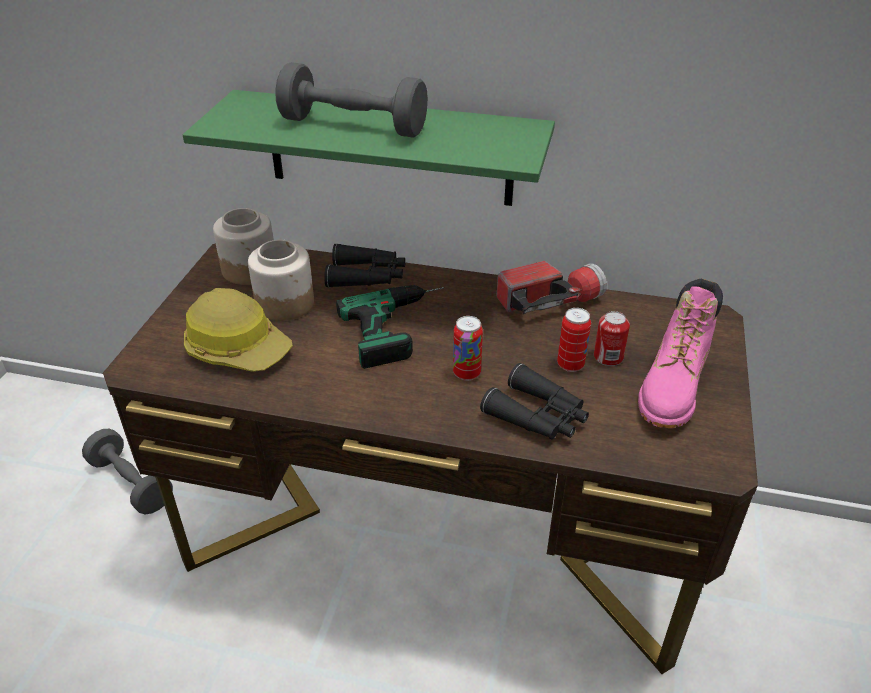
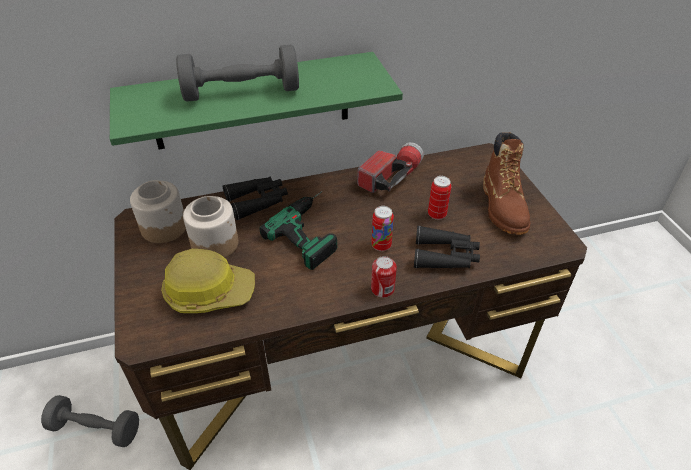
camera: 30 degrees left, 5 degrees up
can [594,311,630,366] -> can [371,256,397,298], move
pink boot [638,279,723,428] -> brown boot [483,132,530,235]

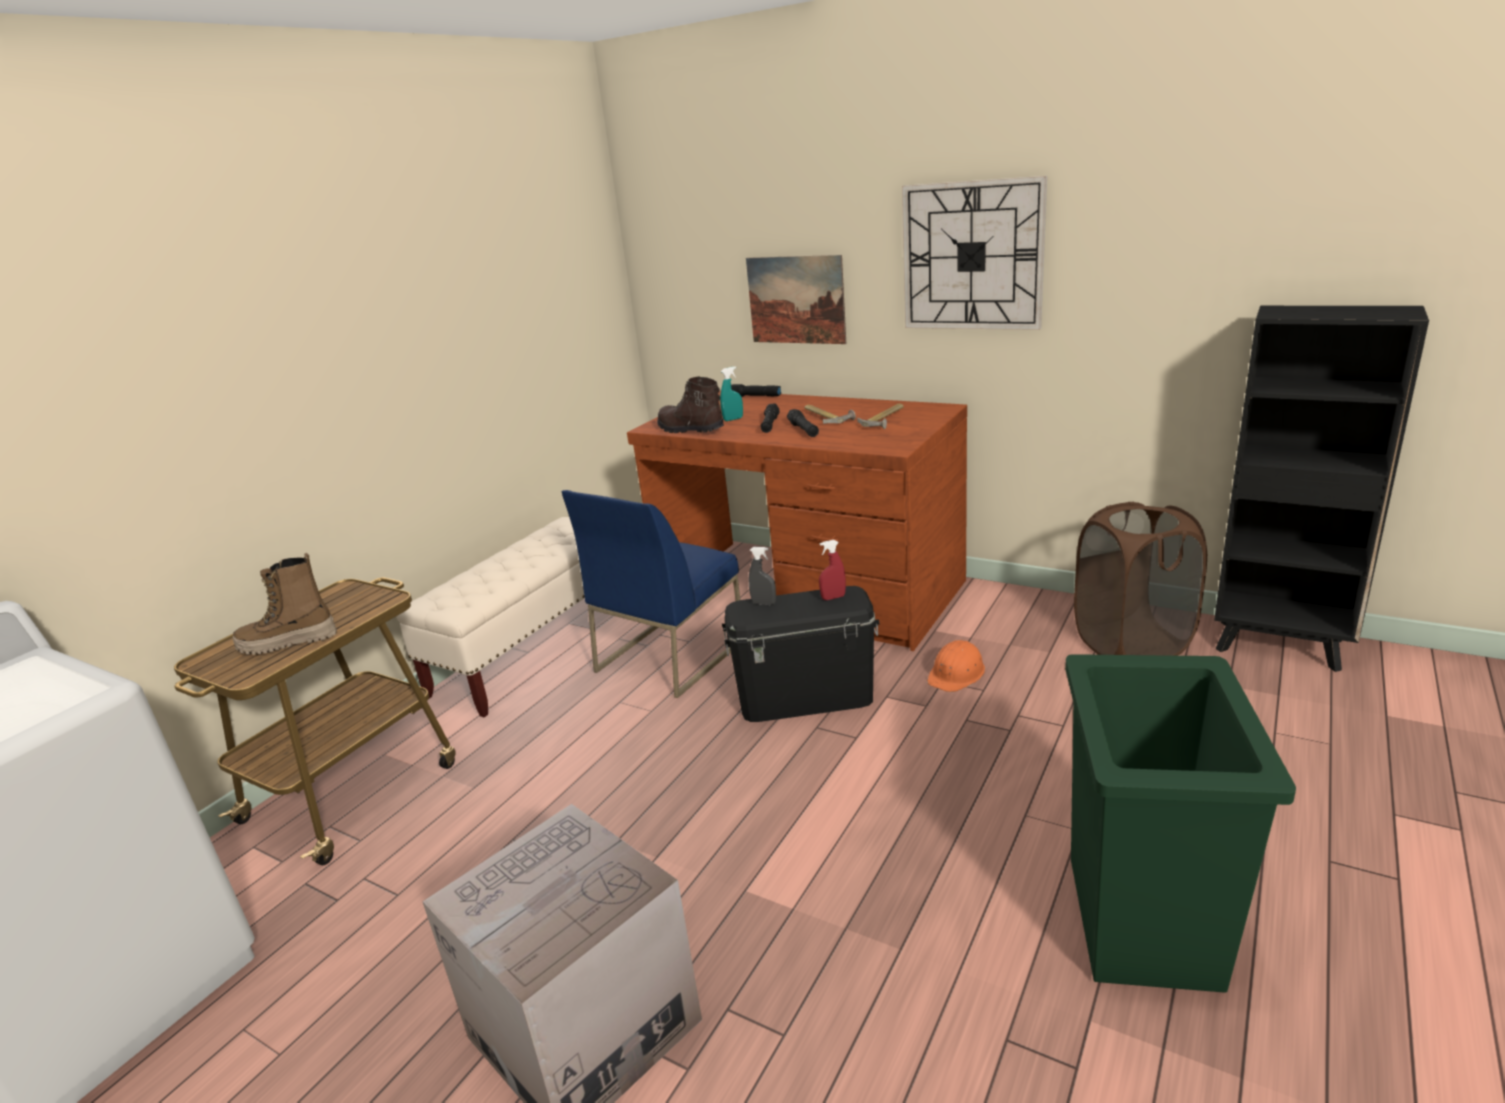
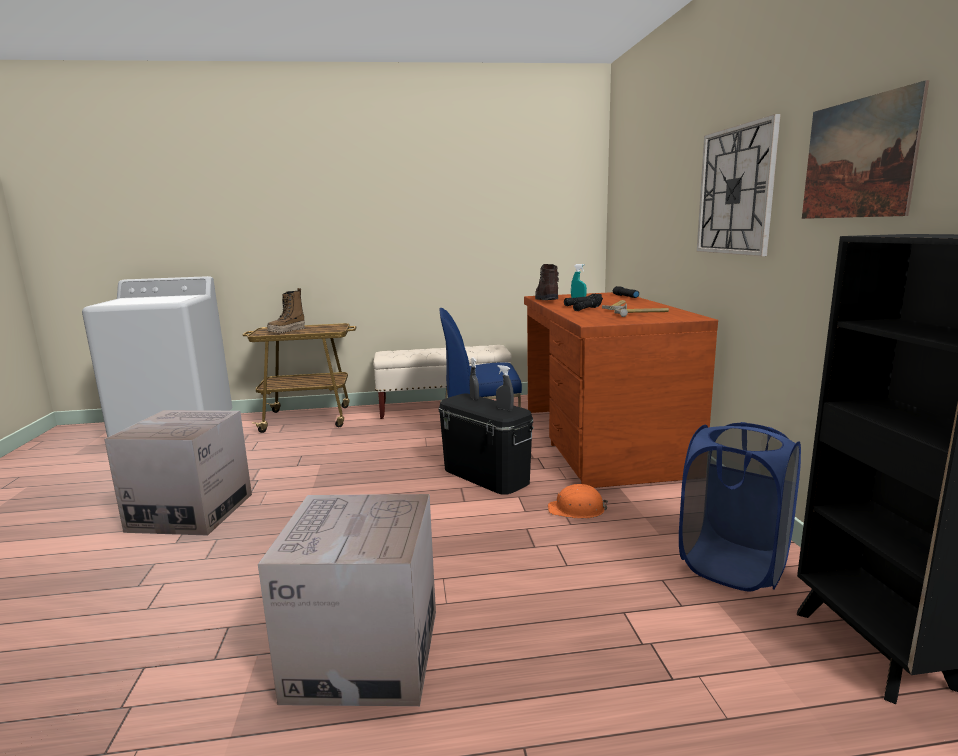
camera: 50 degrees right, 10 degrees down
picture [746,255,846,344] -> picture [802,80,929,219], move
green trash can [1065,654,1296,993] -> cardboard box [258,494,436,706]
red spray bottle [819,540,846,600] -> grey spray bottle [496,365,514,411]
brown laundry basket [1074,502,1207,656] -> blue laundry basket [679,422,801,592]
boot [233,553,337,655] -> boot [267,288,305,333], 90 degrees counterclockwise

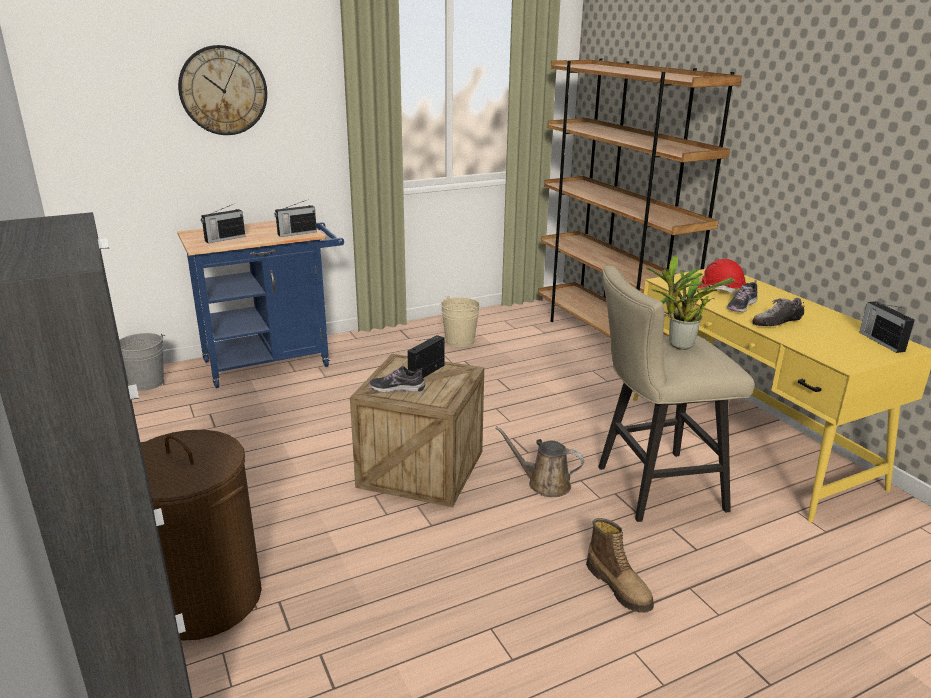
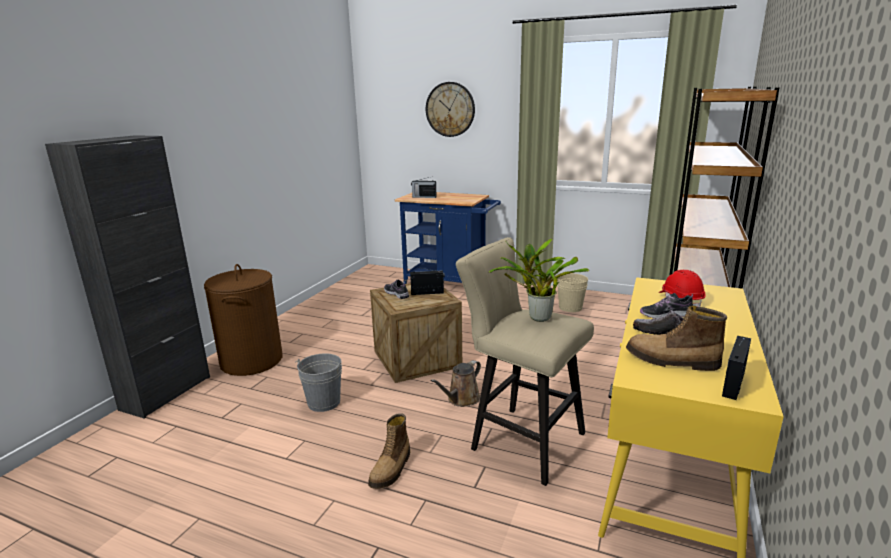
camera: 50 degrees right, 5 degrees down
radio [274,200,317,237] -> none
none -> boot [626,306,727,371]
grey bucket [119,333,165,391] -> grey bucket [296,353,342,412], move
brown watering can [495,426,584,497] -> brown watering can [430,360,481,407], 120 degrees counterclockwise

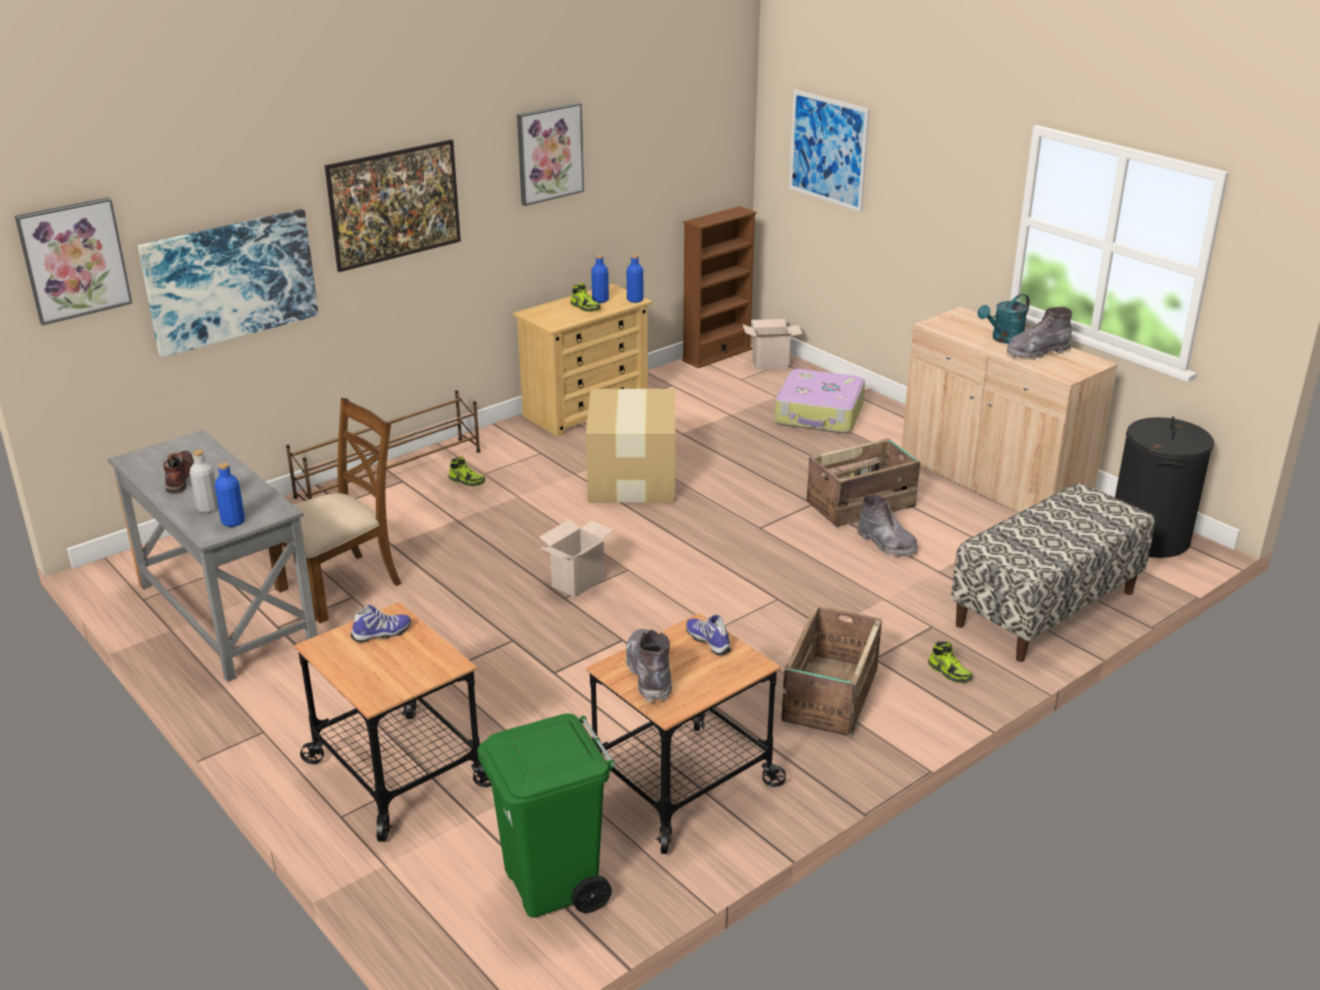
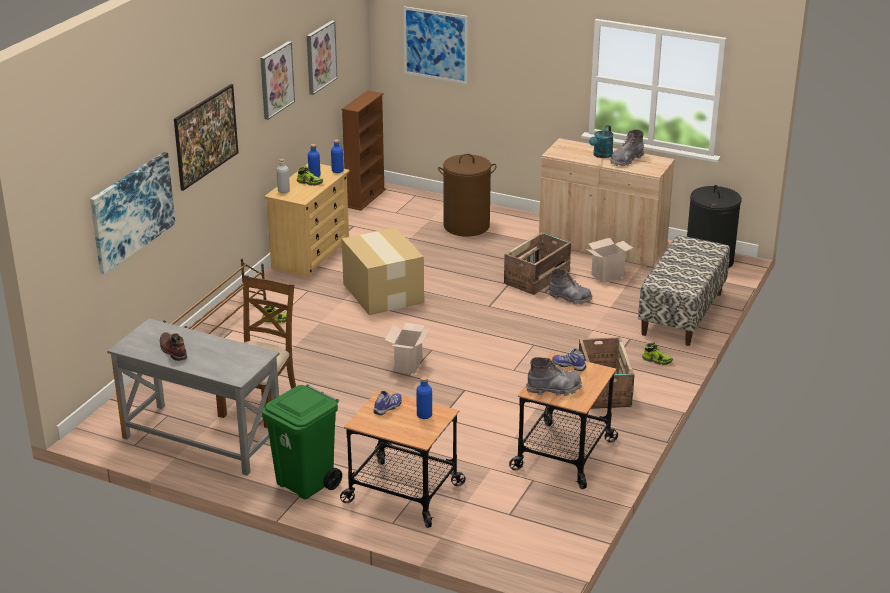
camera: 25 degrees left, 0 degrees up
picture [15,197,133,325] -> picture [307,21,337,95], move
grey bottle [190,450,218,513] -> grey bottle [277,159,290,193], move
blue bottle [215,463,245,527] -> blue bottle [416,376,432,419], move
green trash can [477,713,615,918] -> green trash can [262,384,342,499], move
cardboard box [742,319,802,370] -> cardboard box [586,238,633,283], move
suitcase [774,369,865,433] -> brown laundry basket [438,154,497,236]
grey boot [626,629,672,702] -> grey boot [526,357,582,396], 120 degrees clockwise

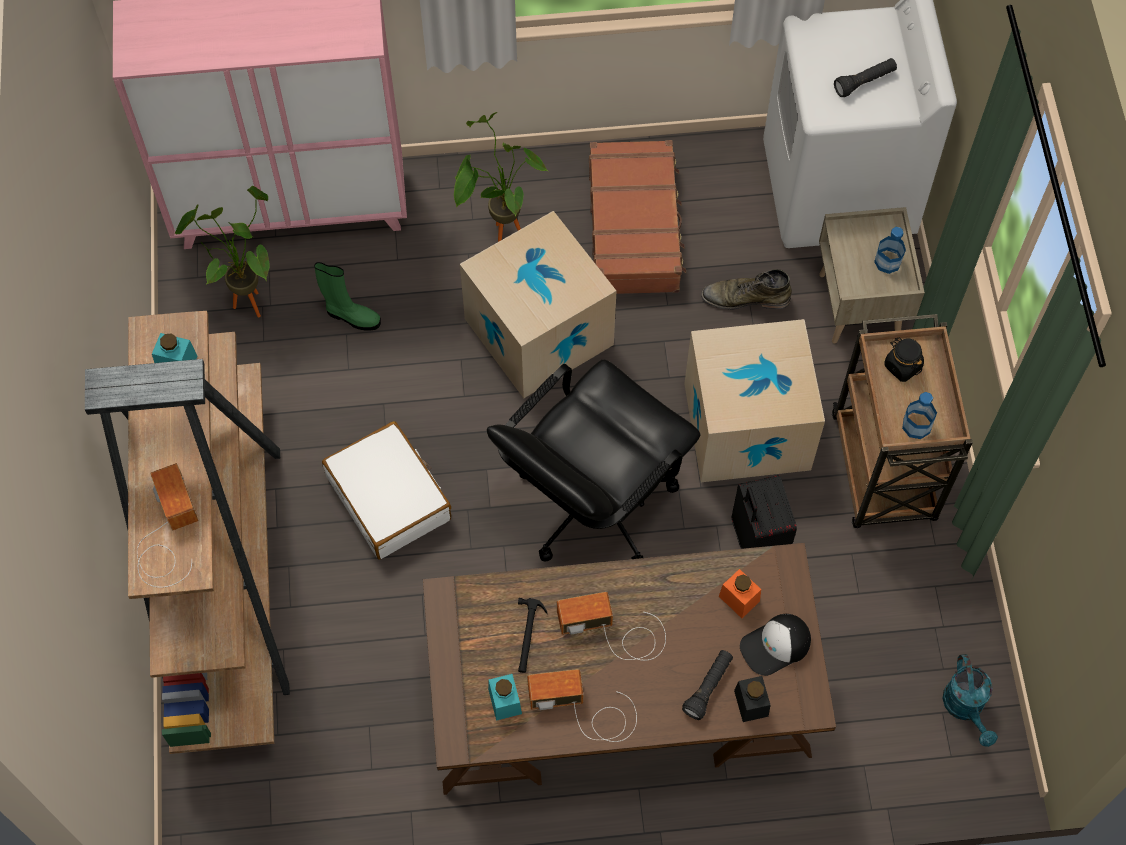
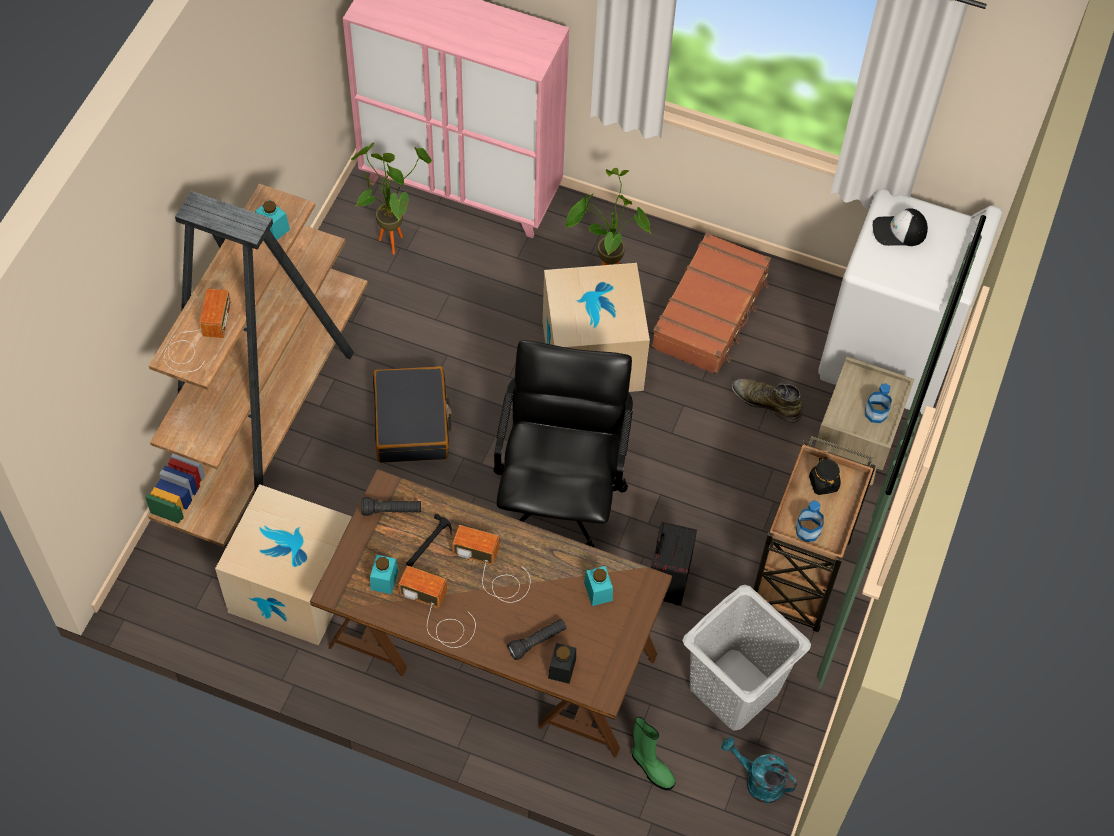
camera: 25 degrees right, 5 degrees down
none -> grey laundry basket [682,585,811,731]
green boot [314,262,381,330] -> green boot [632,717,676,791], move
cardboard box [684,319,825,482] -> cardboard box [215,484,352,645], move
cap [740,614,811,676] -> cap [873,208,928,246], move
black flashlight [834,58,897,97] -> black flashlight [361,497,421,516], move
white suitcase [322,421,451,559] -> black suitcase [373,366,452,463]
orange jar [719,569,761,618] -> turquoise jar [584,566,613,606]
black office chair [487,360,700,562] -> black office chair [493,340,633,548], 120 degrees clockwise
turquoise watering can [943,654,998,747] -> turquoise watering can [721,737,797,803], 105 degrees clockwise

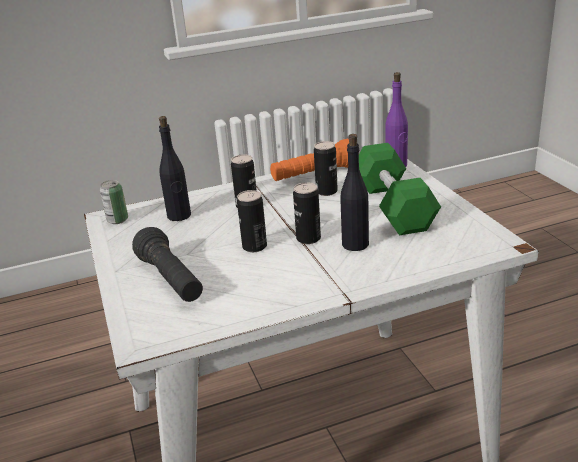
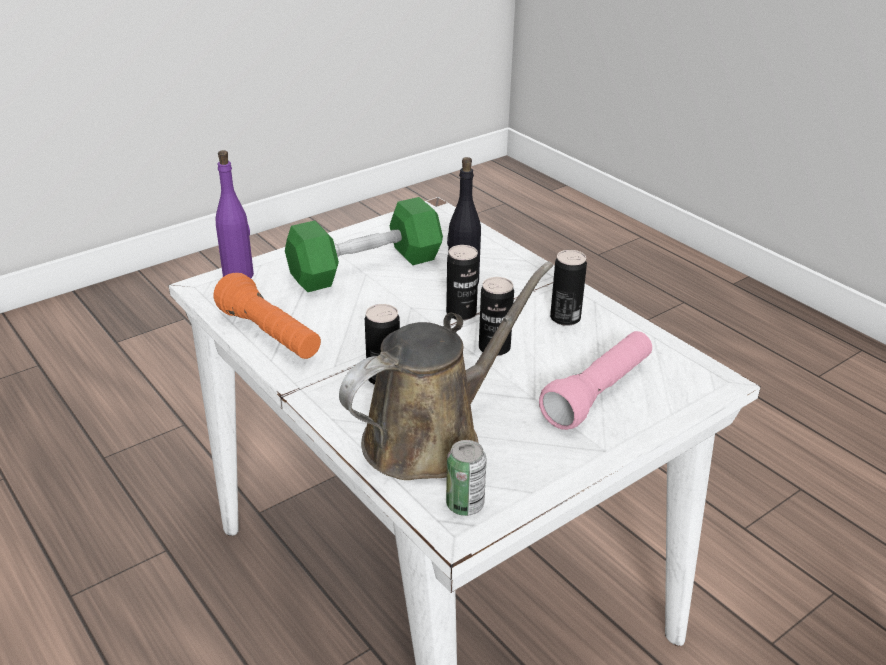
camera: 110 degrees left, 5 degrees up
can [314,141,338,196] -> can [550,250,587,326], move
black bottle [159,116,191,221] -> brown watering can [339,261,553,480]
black flashlight [132,227,203,302] -> pink flashlight [539,331,652,430]

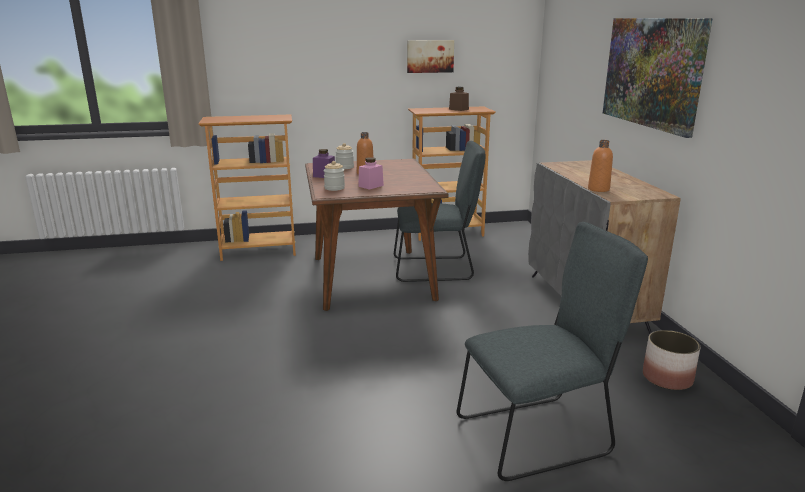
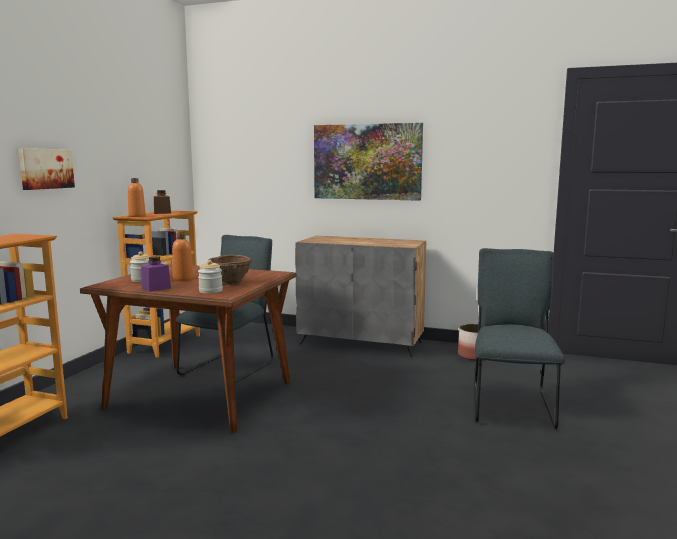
camera: 60 degrees left, 10 degrees down
picture [407,40,454,73] -> picture [19,148,75,190], move
orange bottle [588,140,613,192] -> orange bottle [128,178,146,217], move
pink jar [358,157,384,190] -> brown bowl [209,255,252,285]

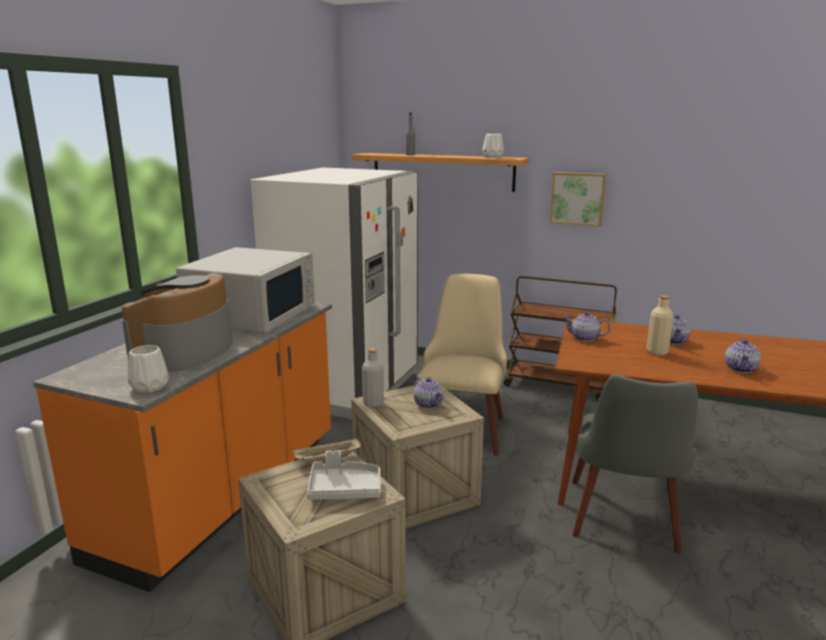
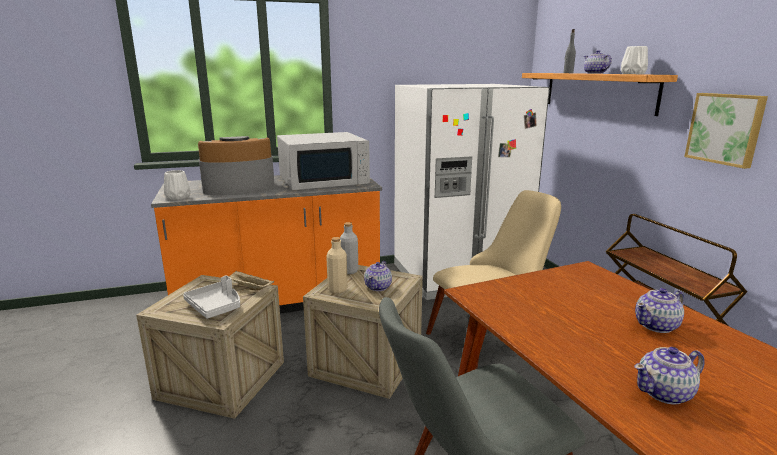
camera: 50 degrees right, 0 degrees up
teapot [563,312,610,342] -> teapot [584,50,612,74], move
beige bottle [647,295,674,356] -> beige bottle [326,237,348,294], move

